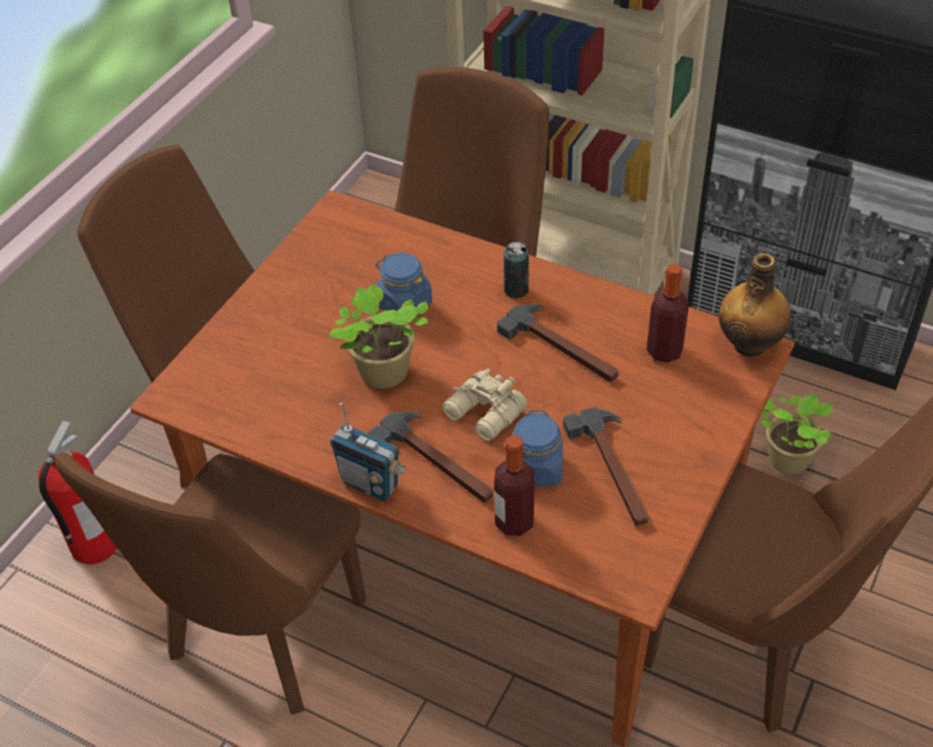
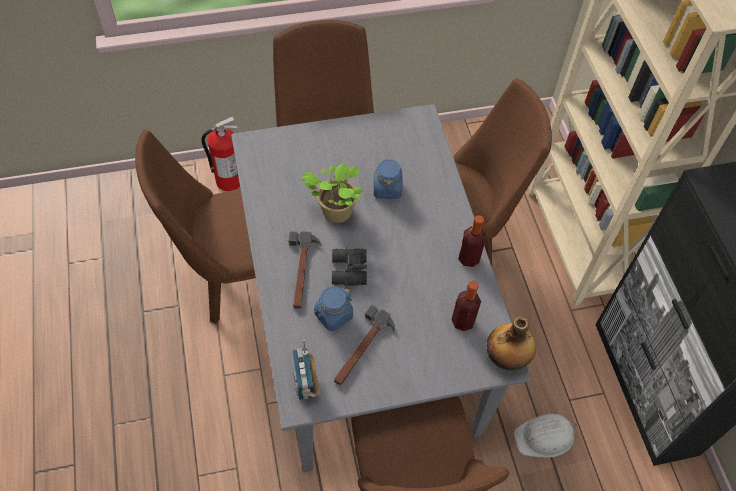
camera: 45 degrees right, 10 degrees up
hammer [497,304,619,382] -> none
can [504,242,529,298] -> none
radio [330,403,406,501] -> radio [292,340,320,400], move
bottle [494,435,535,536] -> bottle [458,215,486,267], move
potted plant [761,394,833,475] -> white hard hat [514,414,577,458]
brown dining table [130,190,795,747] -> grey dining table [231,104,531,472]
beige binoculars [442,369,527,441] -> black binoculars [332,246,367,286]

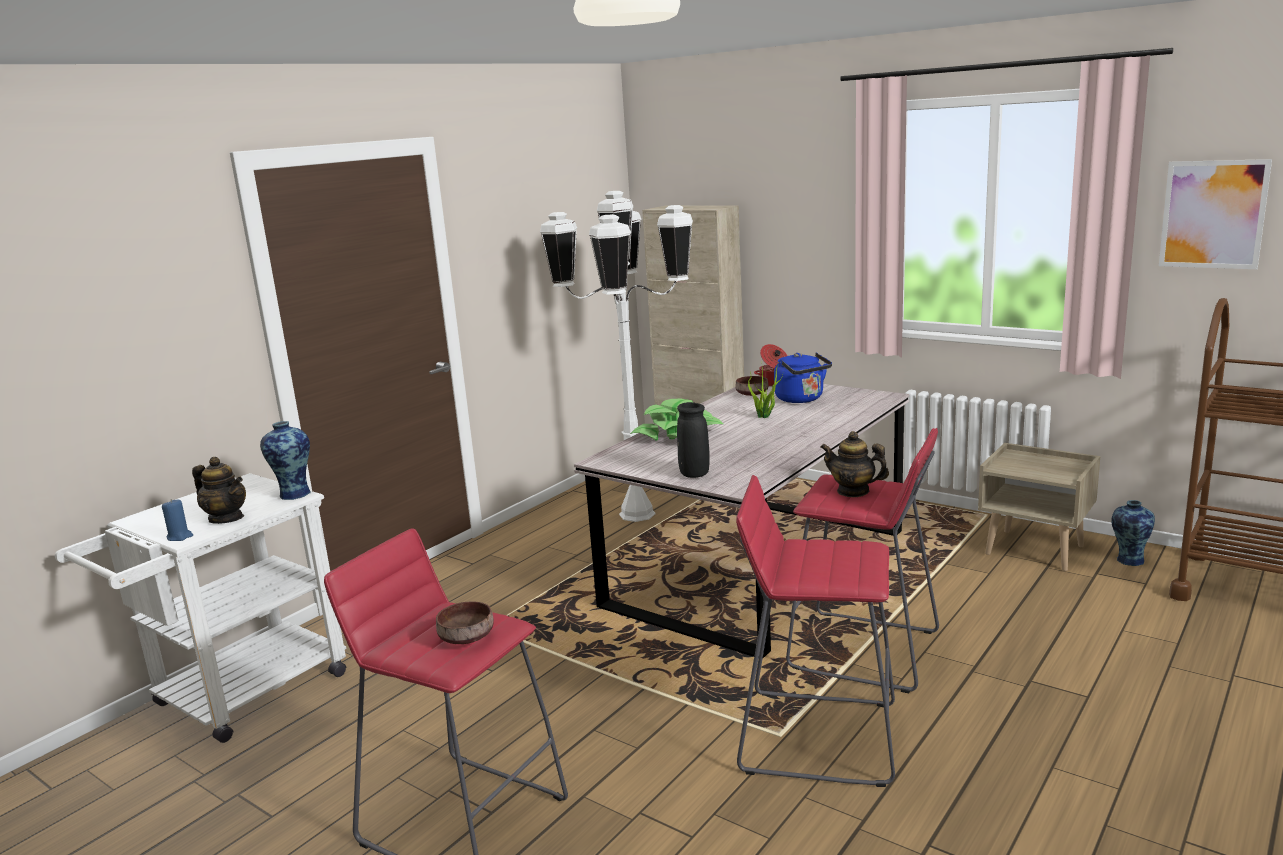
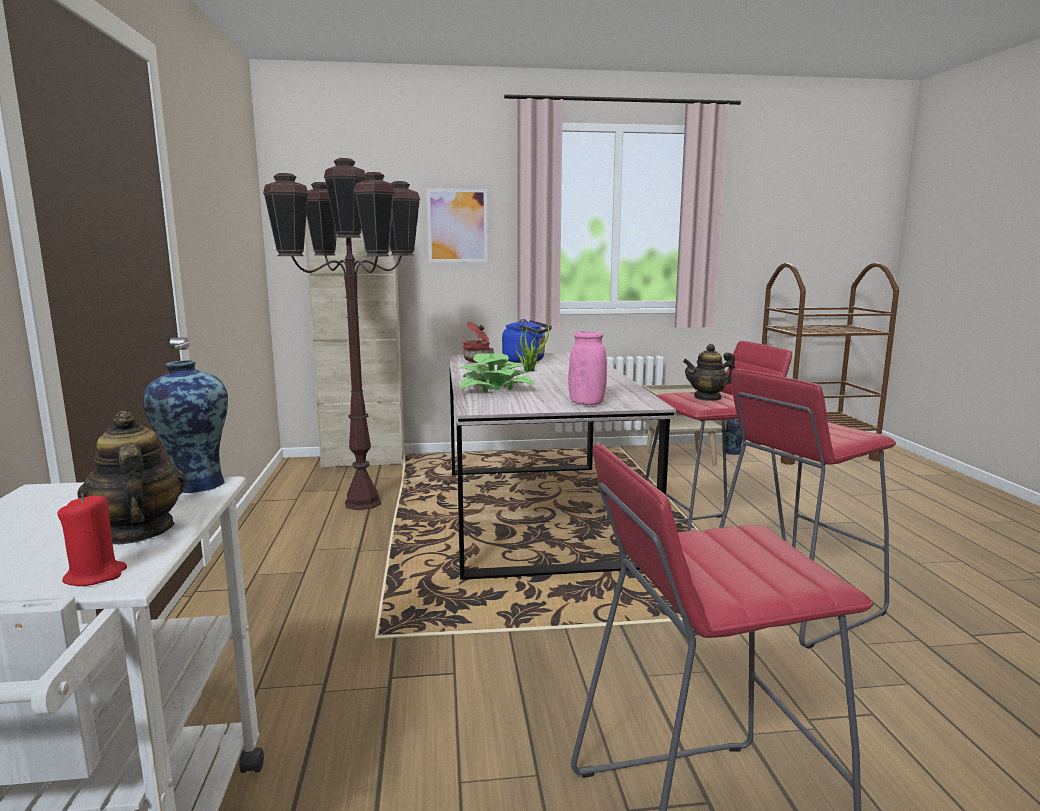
camera: 45 degrees left, 5 degrees down
brown bowl [436,602,494,644] -> none
picture [1159,159,1272,269] -> picture [427,188,488,262], move
blue candle [162,499,193,541] -> red candle [57,494,127,586]
white floor lamp [540,191,693,522] -> brown floor lamp [263,158,420,510]
black vase [677,402,710,478] -> pink vase [568,331,607,405]
teapot [192,457,246,524] -> teapot [77,411,186,544], 105 degrees counterclockwise

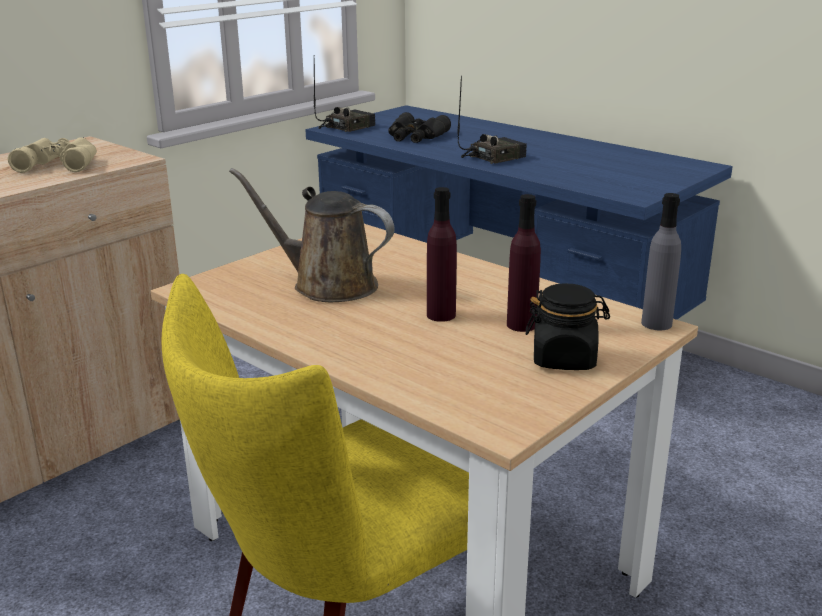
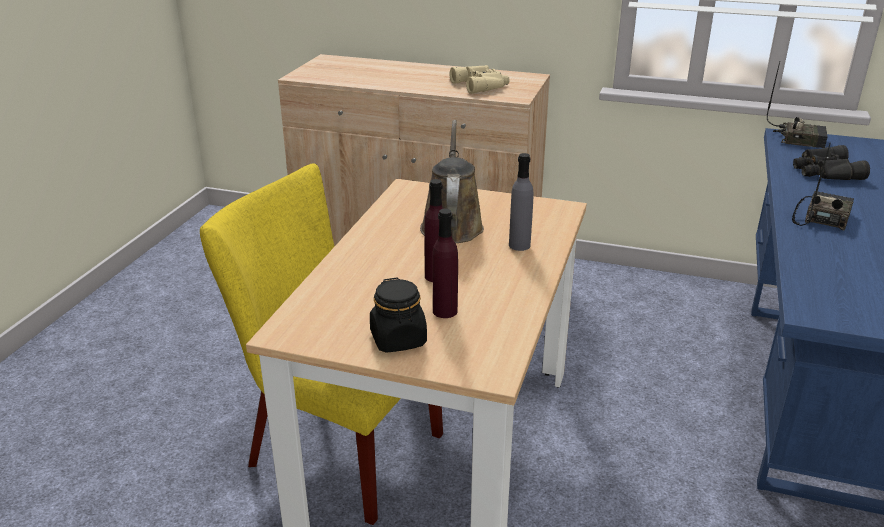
camera: 65 degrees right, 5 degrees up
grey bottle [641,193,681,330] -> grey bottle [509,153,534,251], move
radio [457,75,527,164] -> radio [792,144,854,230], 90 degrees counterclockwise

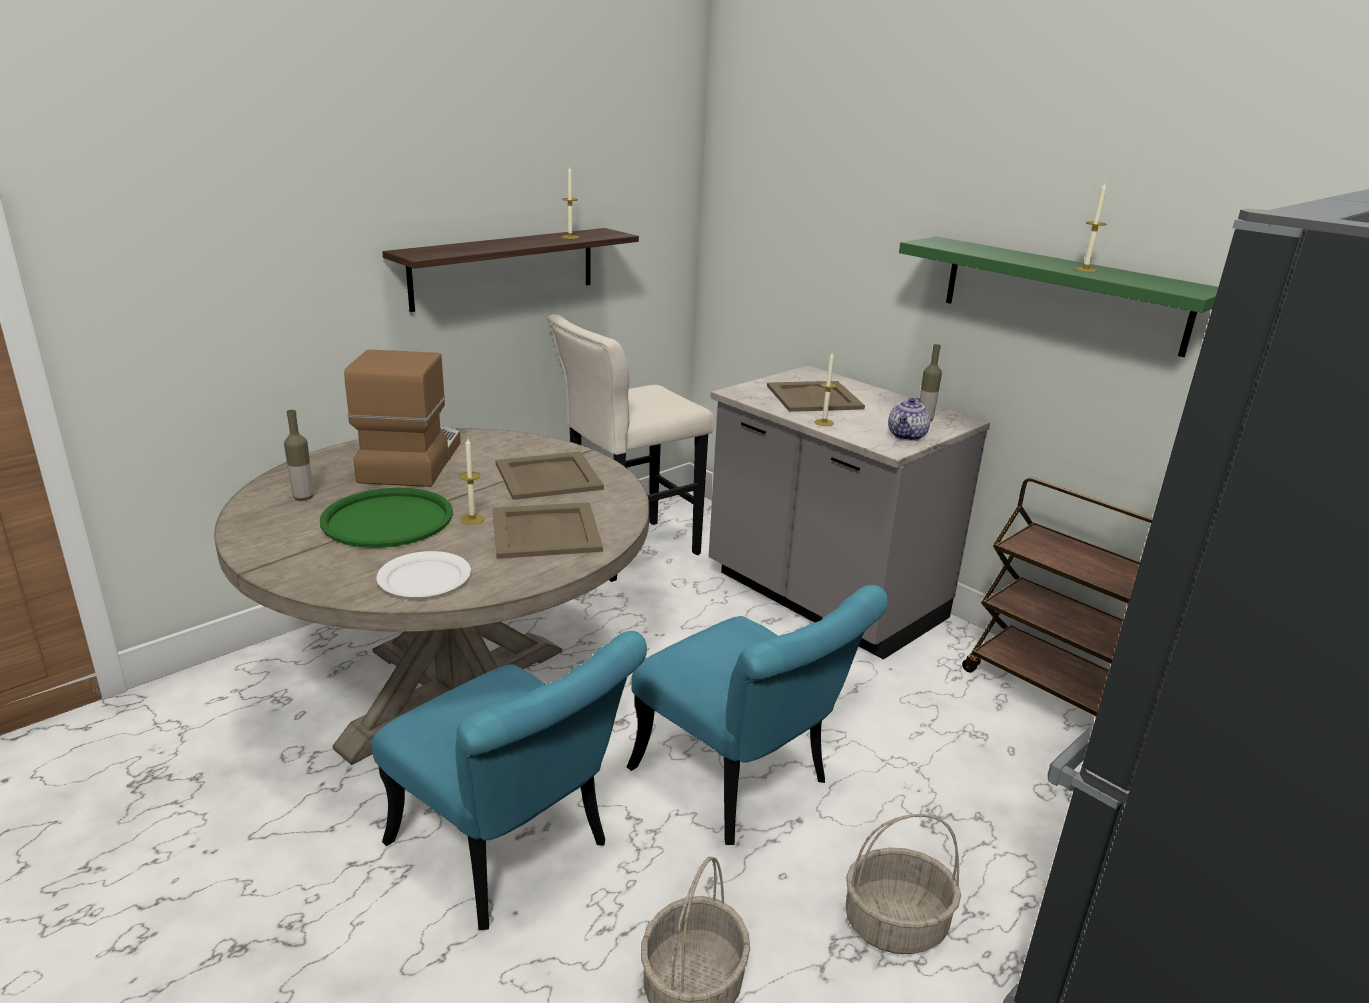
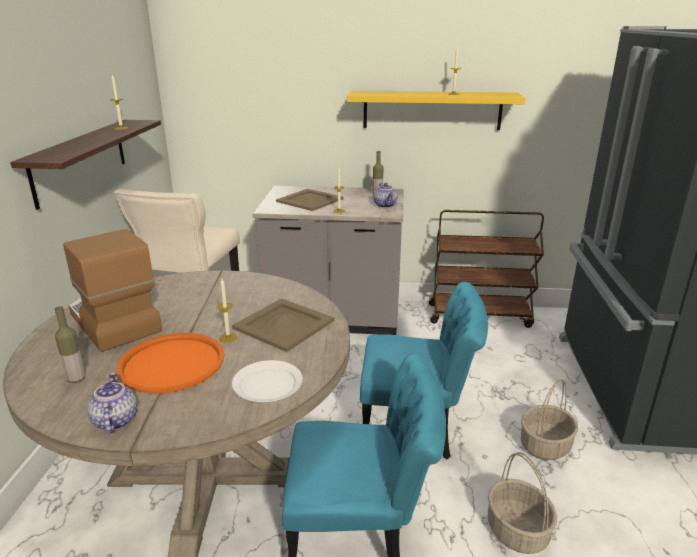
camera: 40 degrees left, 0 degrees up
beige tray [496,452,604,500] -> none
none -> teapot [87,372,137,433]
green tray [320,488,453,548] -> orange tray [116,333,224,393]
green shelf [899,237,1218,357] -> yellow shelf [347,91,525,130]

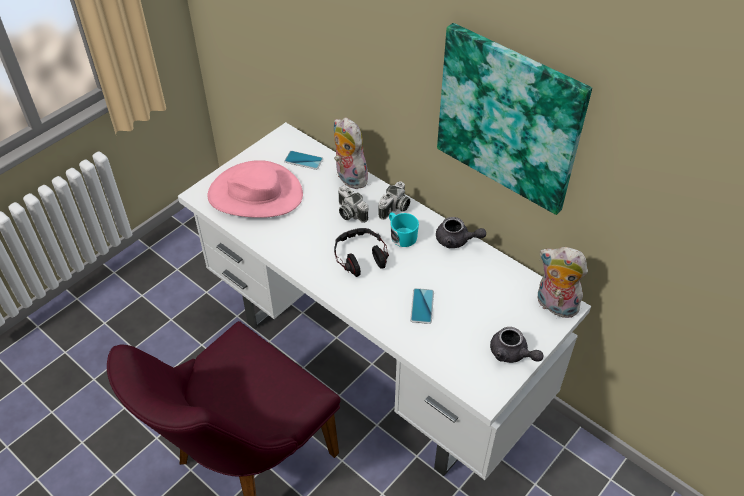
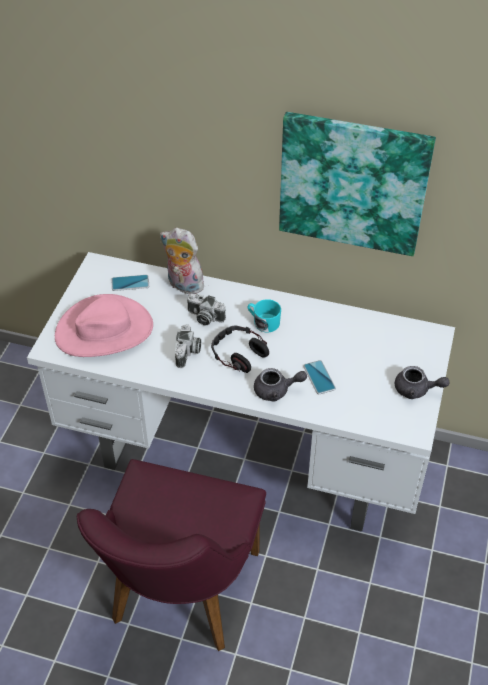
camera: 25 degrees left, 0 degrees up
plush toy [538,247,588,318] -> none
photo camera [378,181,410,220] -> photo camera [175,325,201,368], move
grey teapot [436,217,486,248] -> grey teapot [254,368,307,402], move

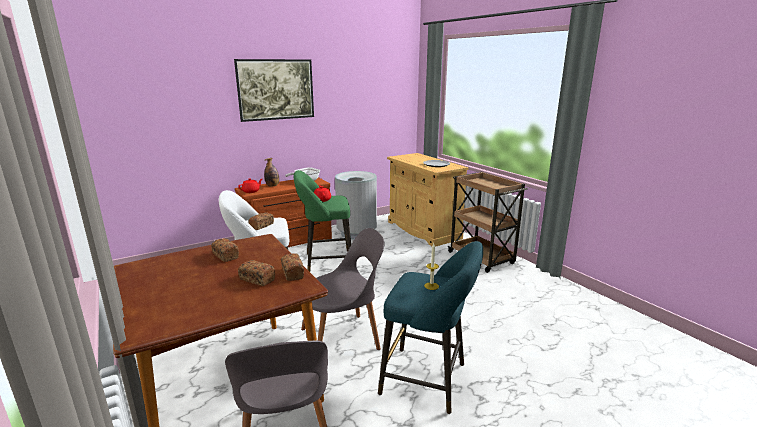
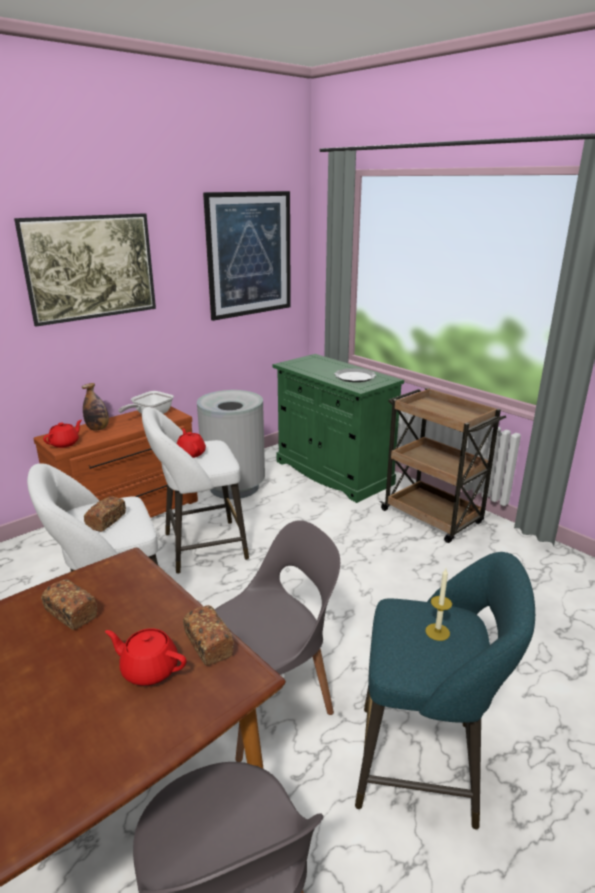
camera: 10 degrees left, 5 degrees up
none -> picture [203,191,291,321]
bread [238,260,275,286] -> red teapot [105,628,186,686]
green stool [294,170,351,272] -> white stool [142,407,249,574]
beige cabinet [387,153,469,247] -> green cabinet [273,354,404,503]

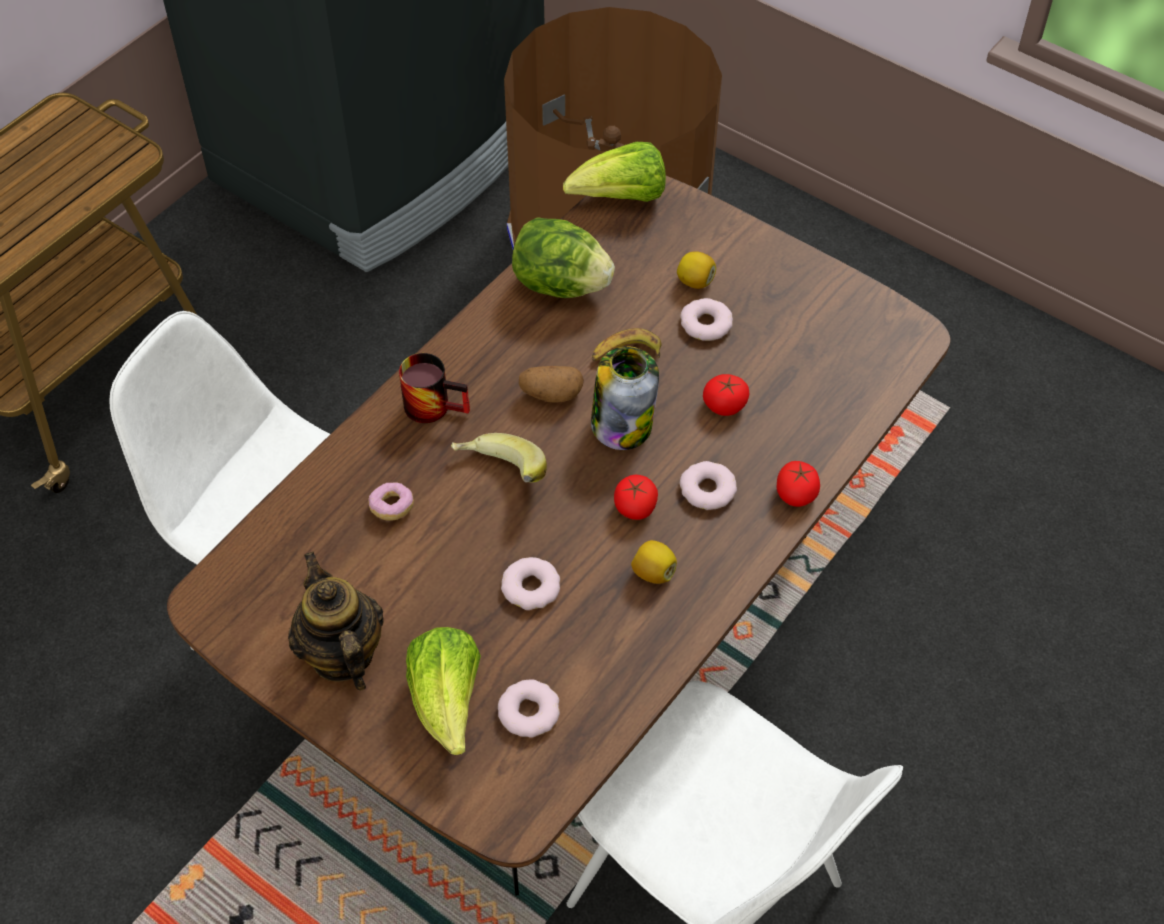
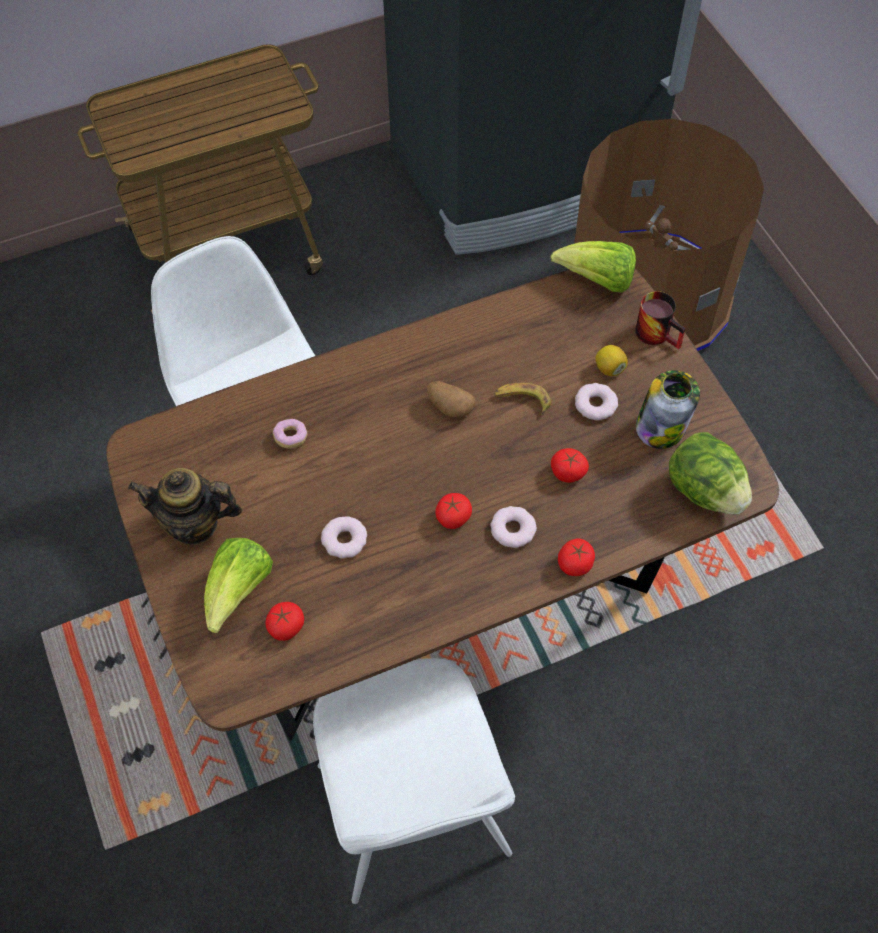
camera: 30 degrees right, 5 degrees up
banana [451,433,547,483] -> none
lemon [631,540,677,584] -> none
mug [399,353,470,423] -> mug [635,291,686,349], move
lettuce [512,217,615,298] -> lettuce [669,432,752,514], move
jar [591,346,659,450] -> jar [636,370,700,449], move
donut [498,679,560,738] -> tomato [265,602,304,641]
teapot [288,552,384,691] -> teapot [128,468,242,545], 90 degrees counterclockwise

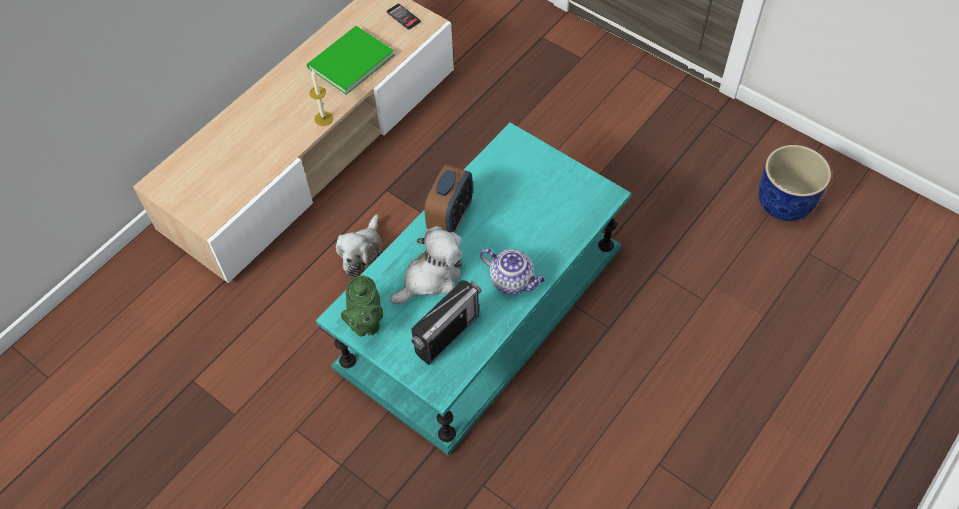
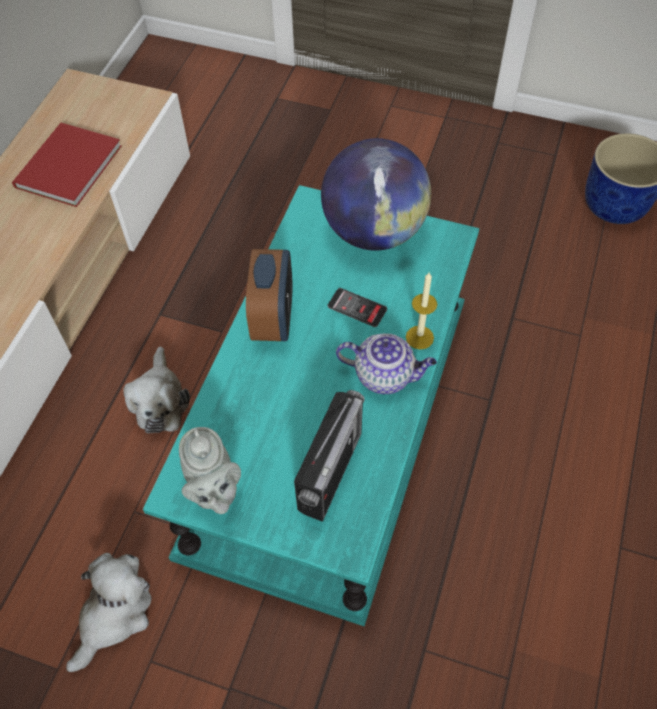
camera: 20 degrees left, 0 degrees up
none -> globe [321,138,431,251]
candle [310,70,333,126] -> candle [406,273,437,349], move
phone [387,4,421,30] -> phone [328,288,387,327], move
plush toy [390,226,462,304] -> plush toy [66,553,152,672], move
green book [307,26,394,95] -> red book [12,123,122,207]
green teapot [341,276,383,336] -> grey teapot [179,427,241,514]

